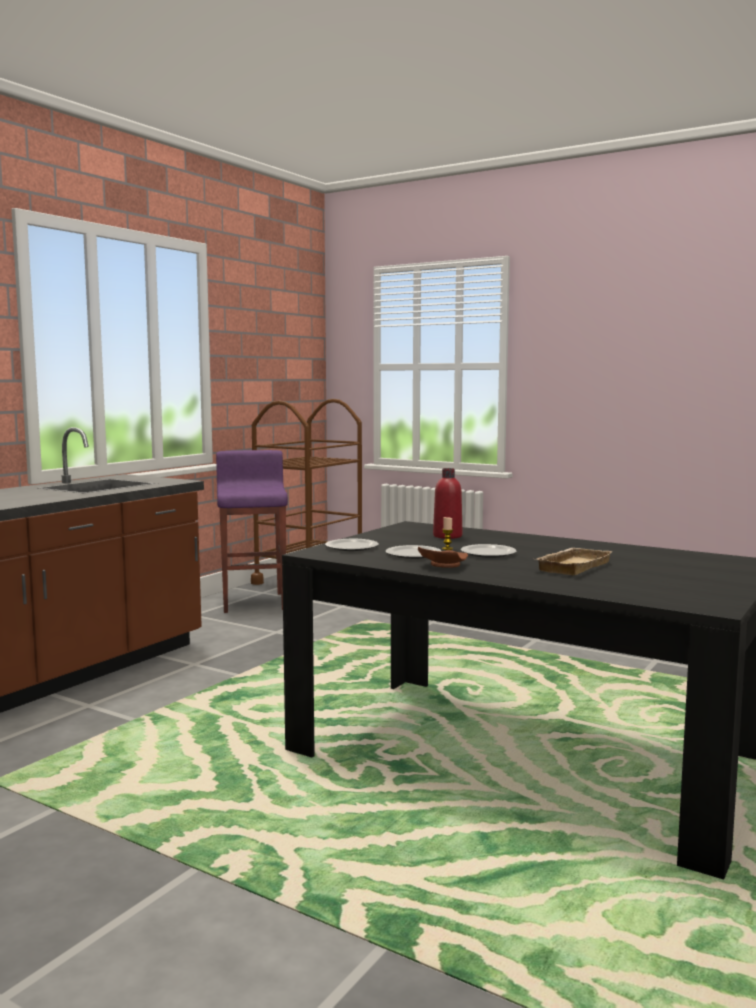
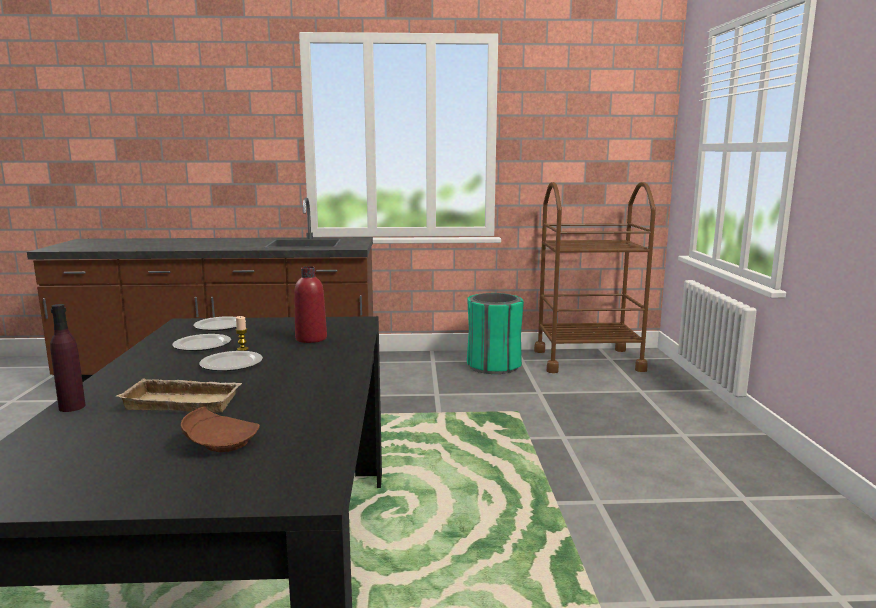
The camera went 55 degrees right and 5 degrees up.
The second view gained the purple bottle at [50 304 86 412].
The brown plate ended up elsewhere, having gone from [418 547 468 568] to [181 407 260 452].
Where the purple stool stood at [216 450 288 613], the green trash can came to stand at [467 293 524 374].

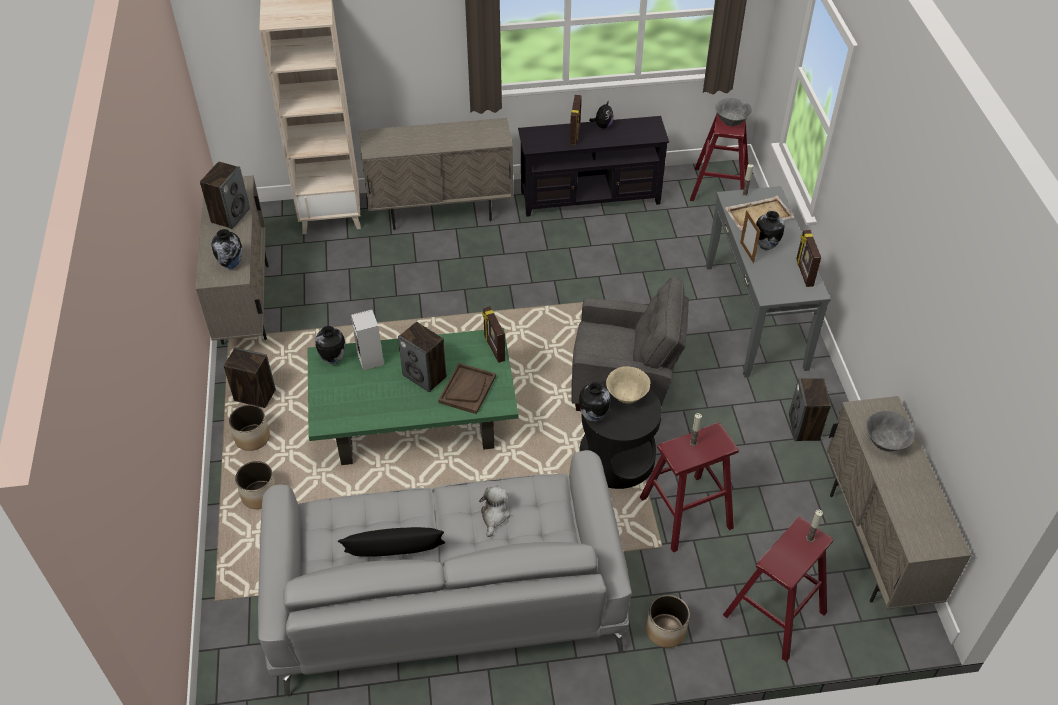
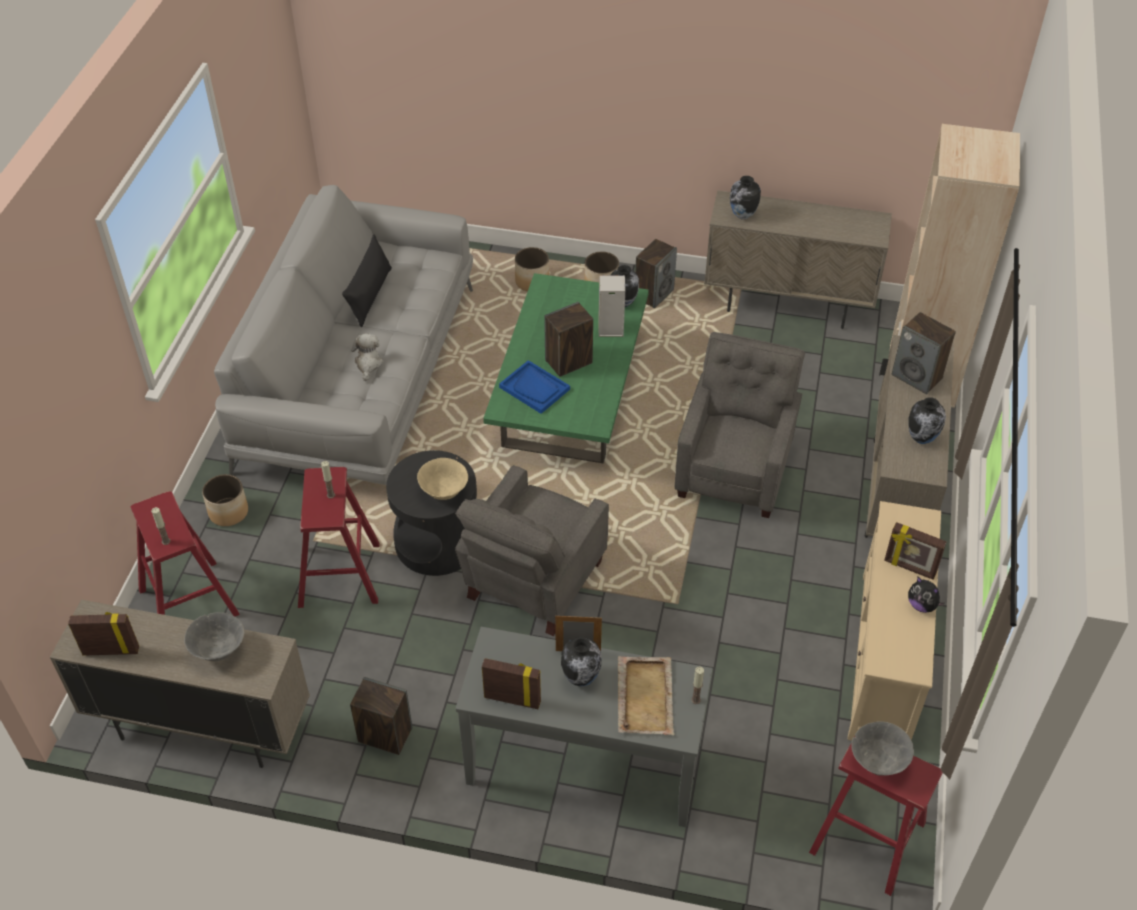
The camera went 110 degrees right and 0 degrees up.
The second view gained the grey armchair at [675 332 805 518].
The speaker ended up elsewhere, having gone from [200 161 250 229] to [892 312 956 394].
The picture frame ended up elsewhere, having gone from [482 306 505 363] to [68 612 139 656].
The vase ended up elsewhere, having gone from [579 382 610 422] to [908 397 946 444].
What was the brown tray at [438 363 496 414] turned into the blue tray at [499 360 570 414].
What was the black tv stand at [518 116 669 217] turned into the beige tv stand at [847 501 941 741].
The plush toy at [479 486 510 537] ended up facing another way, 120 degrees counterclockwise from before.

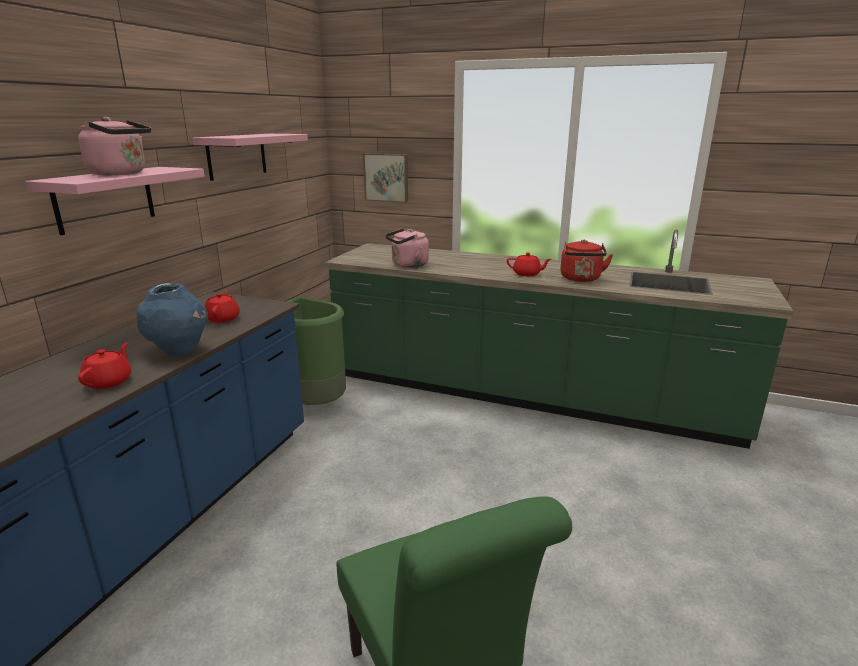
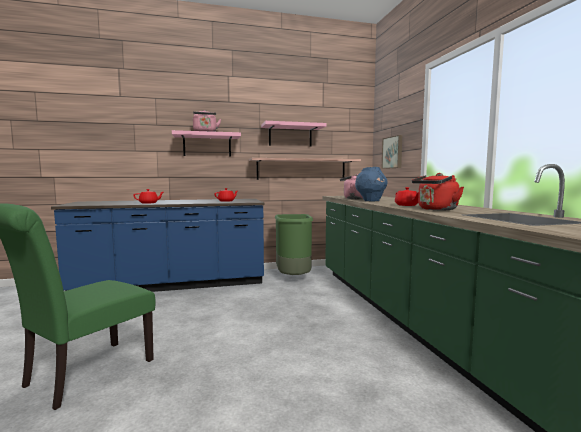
The camera went 55 degrees right and 15 degrees down.
The second view gained the shelf at [249 158 361 180].
The blue vase ended up elsewhere, having gone from [136 283 208 356] to [355 167 387 202].

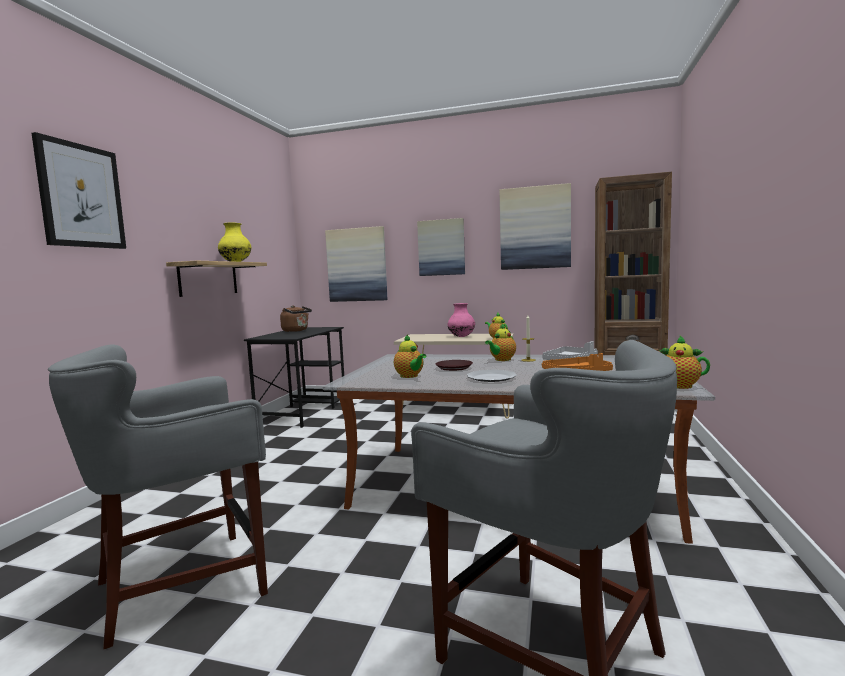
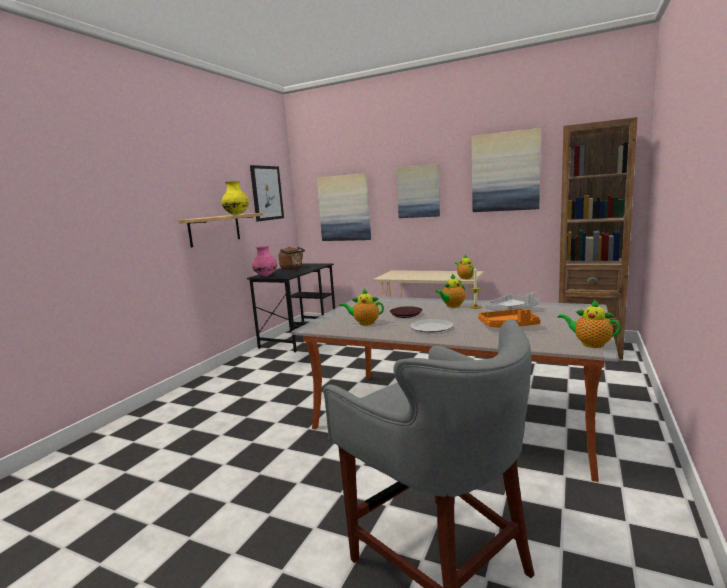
The camera went 10 degrees right and 5 degrees up.
The second view lost the grey stool at [48 344 268 649].
The picture ended up elsewhere, having gone from [32 132 126 249] to [250 165 284 222].
The pink vase ended up elsewhere, having gone from [448 303 475 337] to [252 246 277 276].
The teapot at [394 334 426 378] ended up facing another way, 120 degrees clockwise from before.

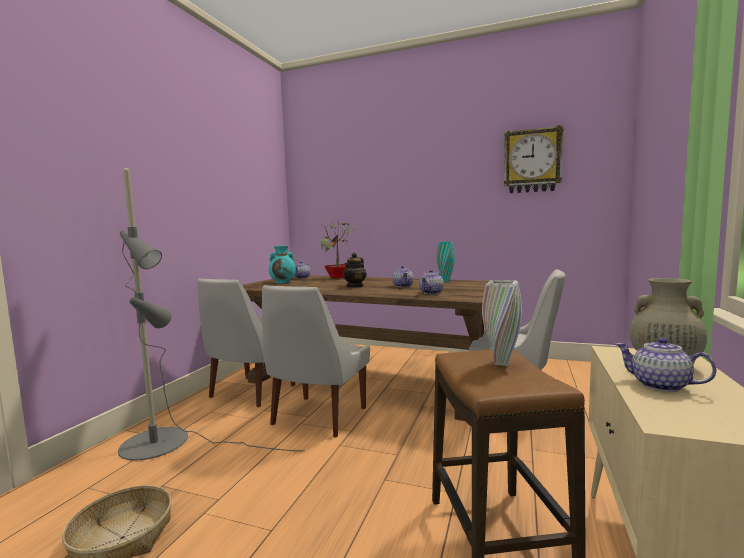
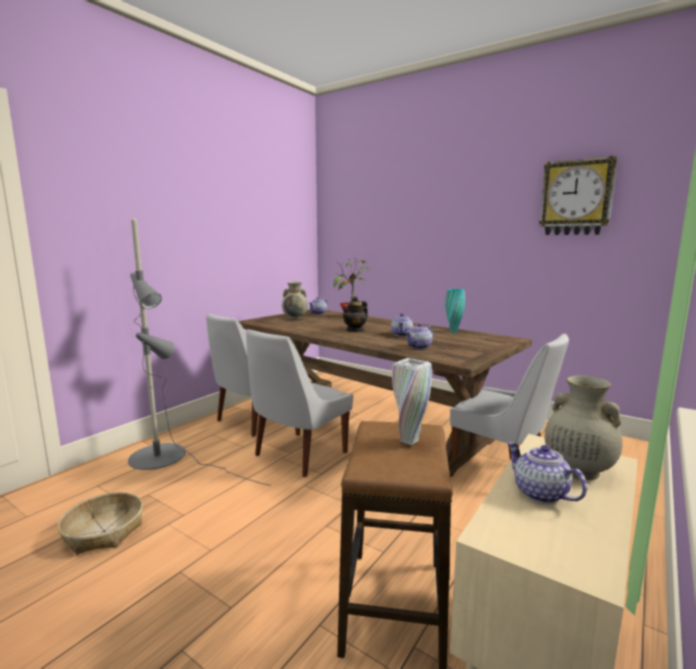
The camera went 15 degrees right and 5 degrees up.
What was the turquoise vase at [269 246 296 283] turned into the beige vase at [282 282 308 320].

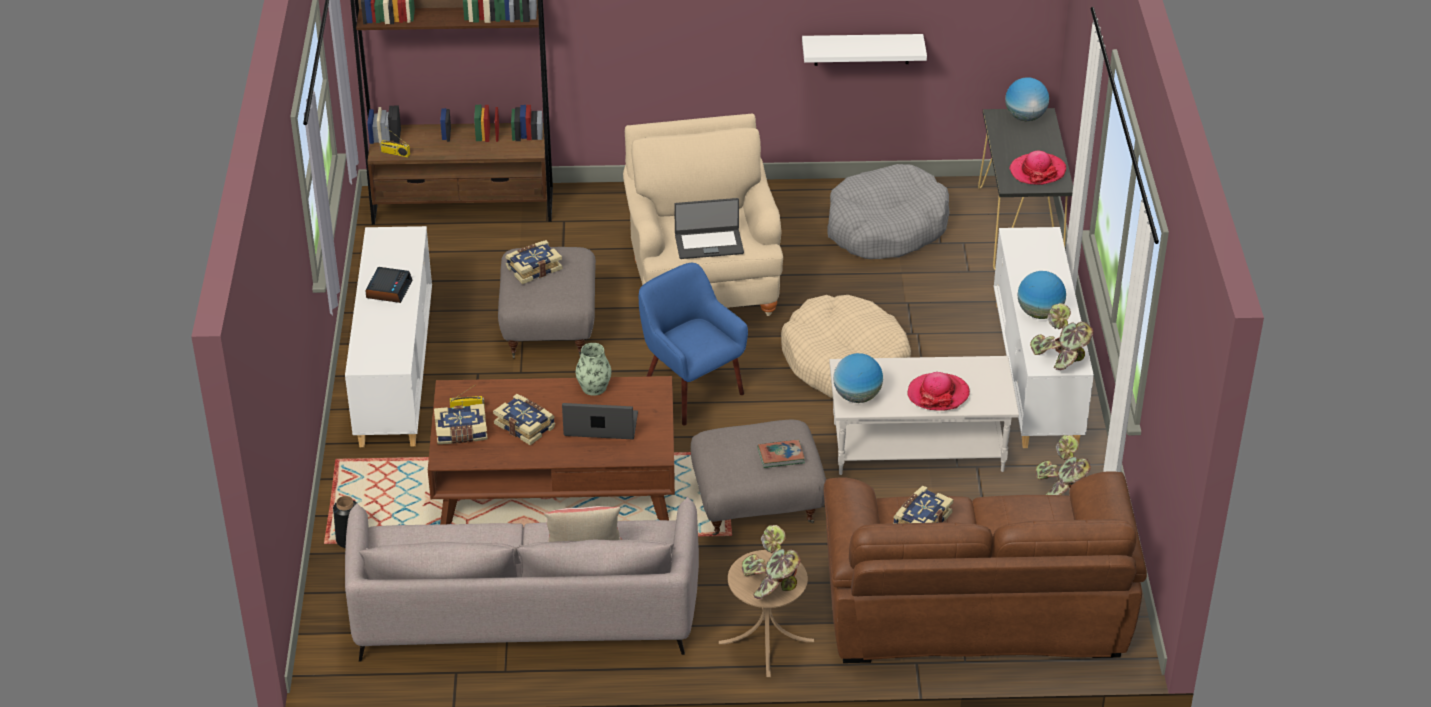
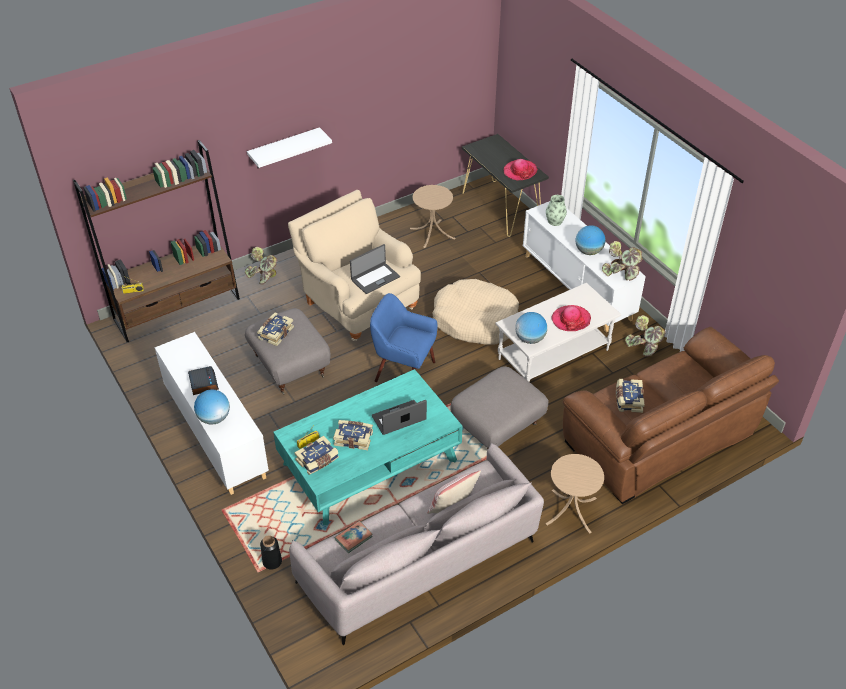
The camera went 30 degrees left and 5 degrees up.
The vase ended up elsewhere, having gone from [576 343 612 396] to [546 195 567 226].
The potted plant ended up elsewhere, having gone from [742 525 800 599] to [245 247 277 285].
The book ended up elsewhere, having gone from [758 439 805 468] to [335 521 373 553].
The white shelf ended up elsewhere, having gone from [802 34 927 66] to [247 127 332 168].
The globe ended up elsewhere, having gone from [1005 77 1049 121] to [194 390 230 424].
Where the grey dog bed stood at [827 164 950 259], the beige side table came to stand at [410 185 455 248].
What was the brown coffee table at [428 376 675 524] turned into the turquoise coffee table at [273 369 462 525].

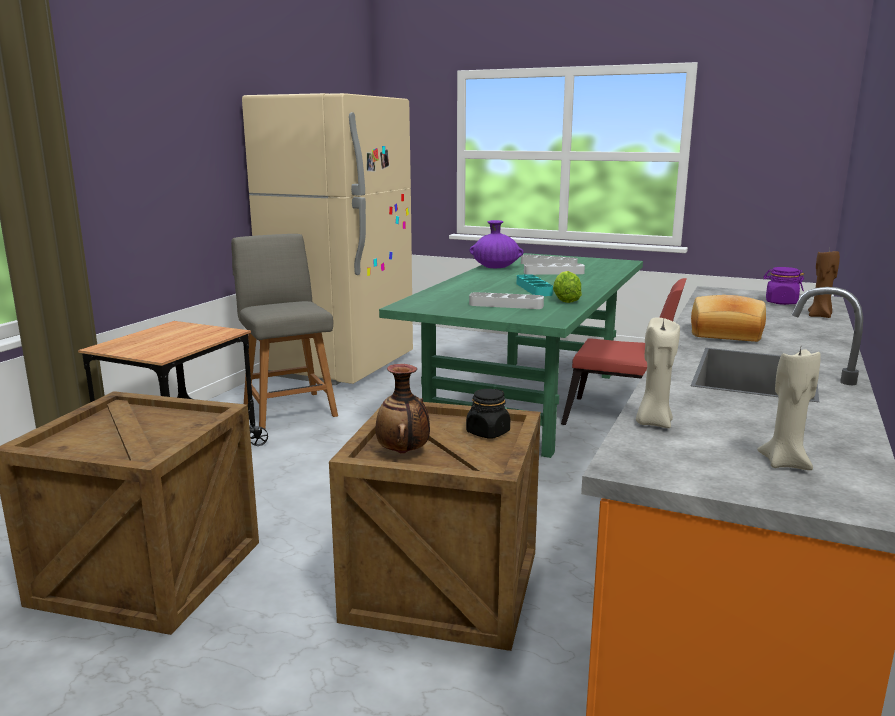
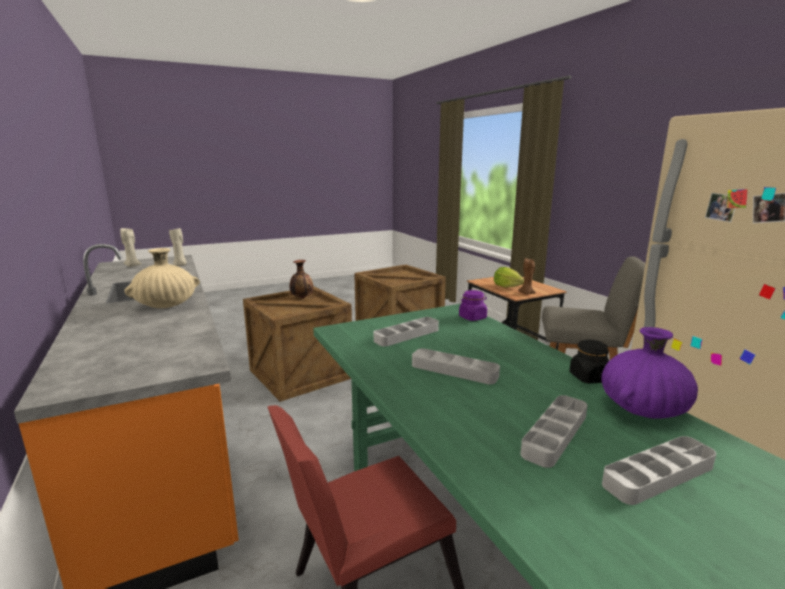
The camera went 130 degrees right and 0 degrees up.
The black jar ended up elsewhere, having gone from [466 389 510 439] to [569 340 609 383].
The lettuce ended up elsewhere, having gone from [553 271 582 303] to [494 267 524 287].
The purple jar ended up elsewhere, having gone from [763 267 804 305] to [459 290 487 321].
The brown candle ended up elsewhere, having gone from [808 248 840 318] to [518 258 536 295].
Where the bread stood at [691 295 766 342], the beige vase came to stand at [124 248 200 308].
What was the turquoise tray at [517 274 553 296] turned into the grey tray at [412 348 500 384].

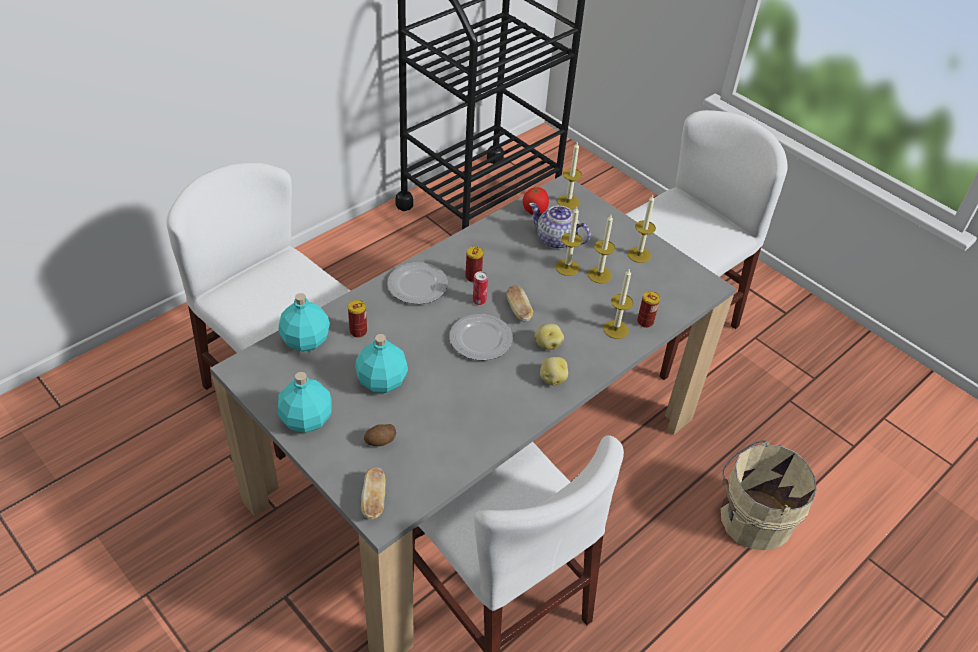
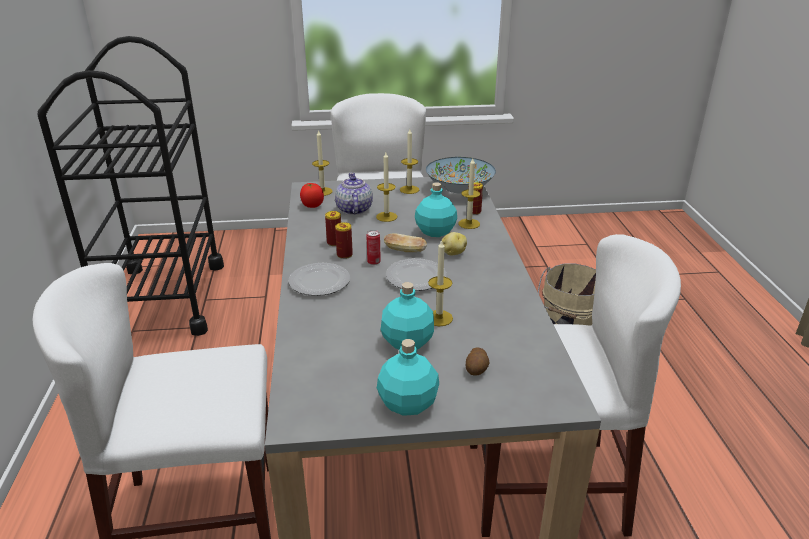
The camera went 50 degrees left and 15 degrees down.
The second view lost the bread at [361 468 385 519].
The second view lost the potato at [540 357 568 386].
The second view gained the bowl at [426 157 496 194].
The turquoise bottle ended up elsewhere, having gone from [279 293 330 352] to [415 182 457 237].
The can ended up elsewhere, having gone from [348 300 367 338] to [325 211 341 246].
The candle ended up elsewhere, having gone from [588 215 615 283] to [428 241 453 326].
The teapot at [529 203 591 249] ended up facing another way, 105 degrees clockwise from before.

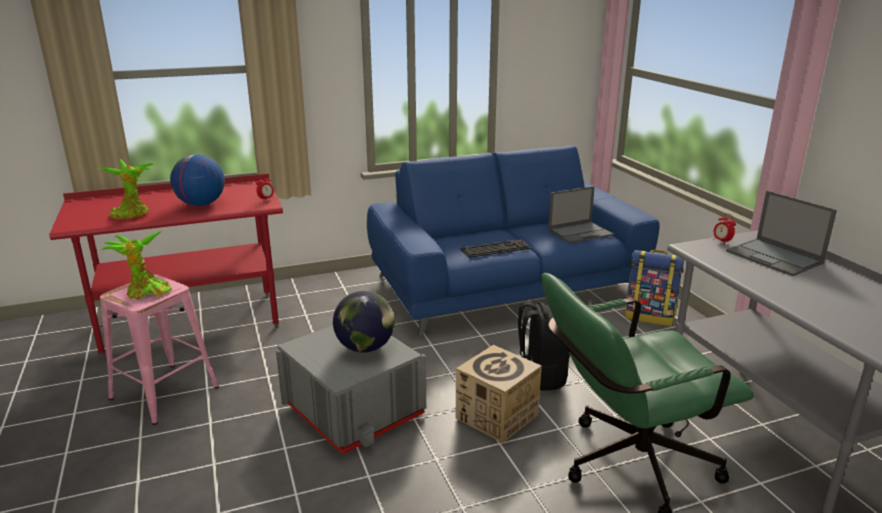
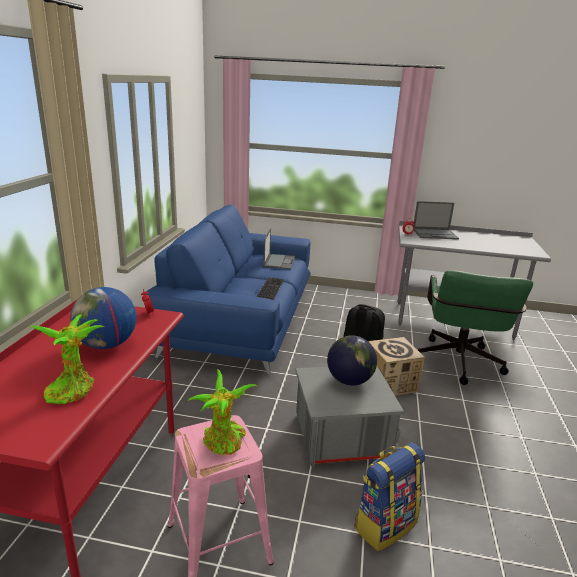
The camera went 60 degrees left and 0 degrees up.
The backpack ended up elsewhere, having gone from [625 250 684 326] to [355 443 425 551].

